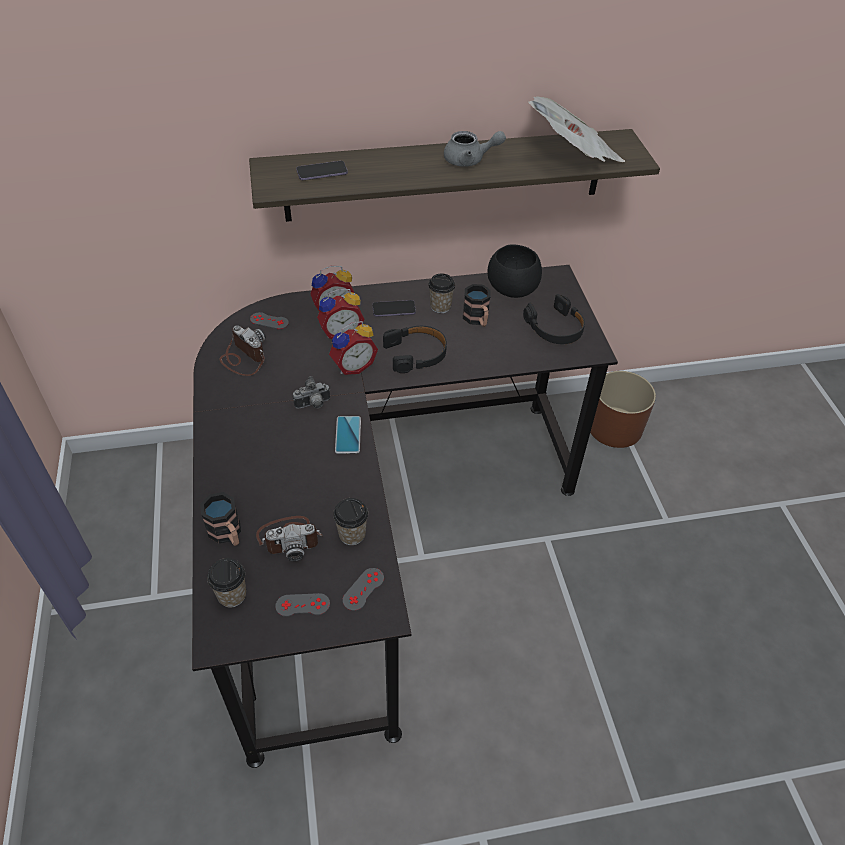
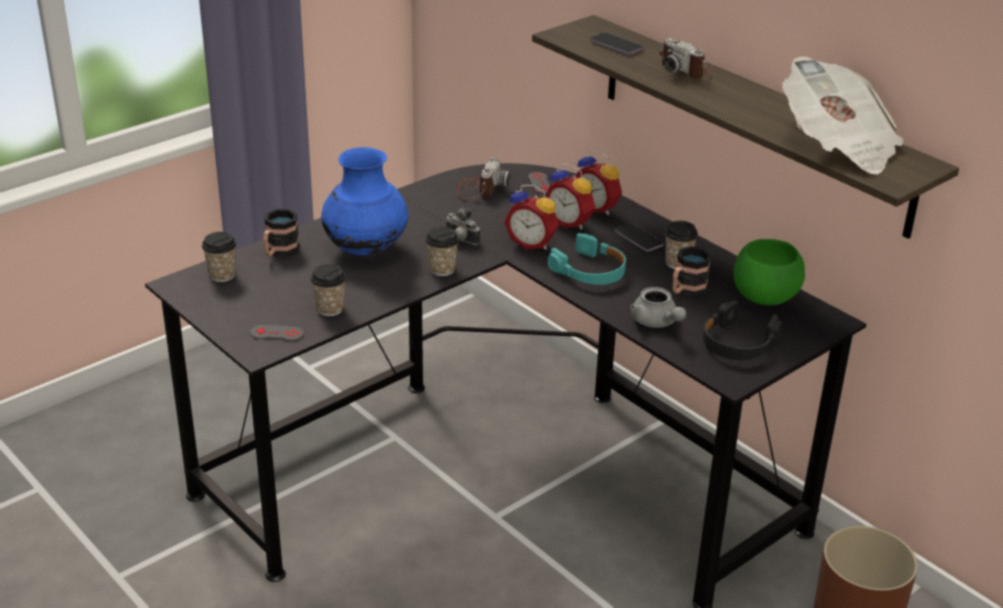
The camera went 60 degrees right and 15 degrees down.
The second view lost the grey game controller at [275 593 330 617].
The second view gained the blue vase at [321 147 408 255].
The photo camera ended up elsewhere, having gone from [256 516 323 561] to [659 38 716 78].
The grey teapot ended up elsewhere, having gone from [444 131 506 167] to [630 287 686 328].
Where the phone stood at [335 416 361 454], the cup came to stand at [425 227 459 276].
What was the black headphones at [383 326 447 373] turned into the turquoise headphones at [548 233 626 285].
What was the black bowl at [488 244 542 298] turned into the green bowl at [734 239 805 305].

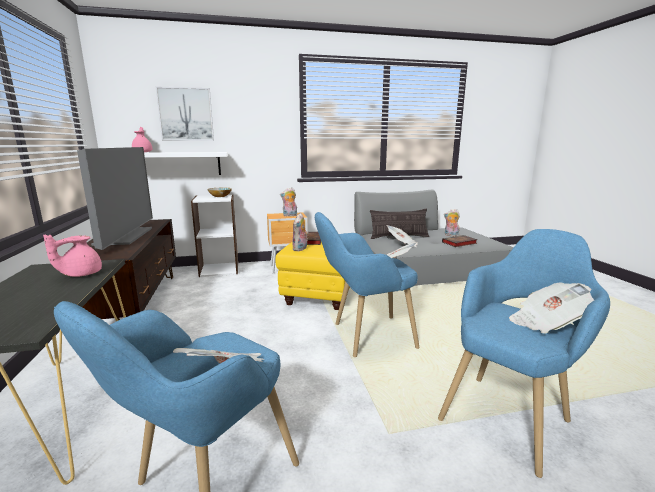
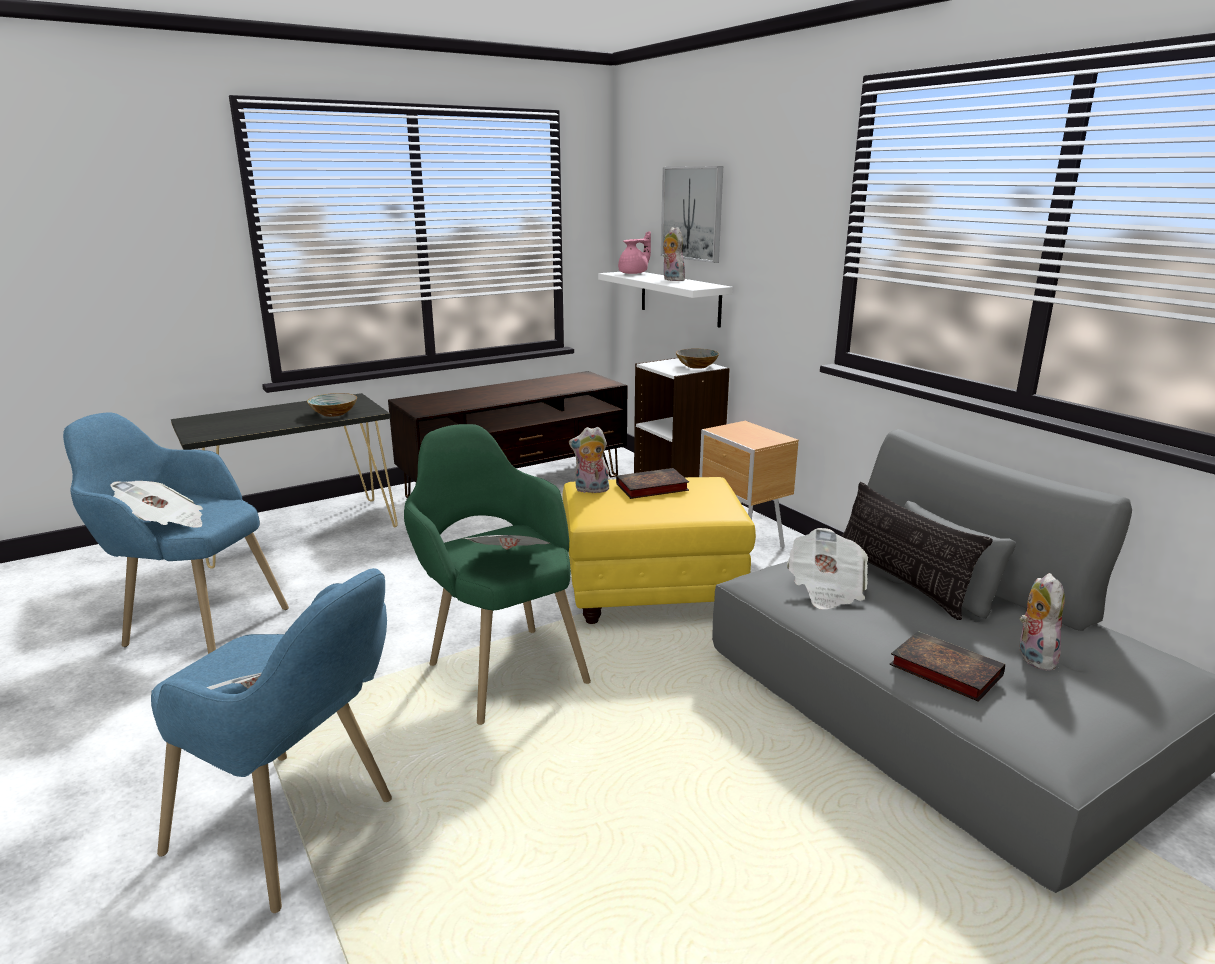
The camera went 70 degrees right and 5 degrees up.
The second view lost the television at [77 147 153 250].
The plush toy ended up elsewhere, having gone from [280 187 297 216] to [663 227 685 281].
Where the pink teapot stood at [43 235 102 277], the bowl came to stand at [307 393 357 417].
What was the blue armchair at [315 212 420 357] turned into the green armchair at [404 424 591 725].

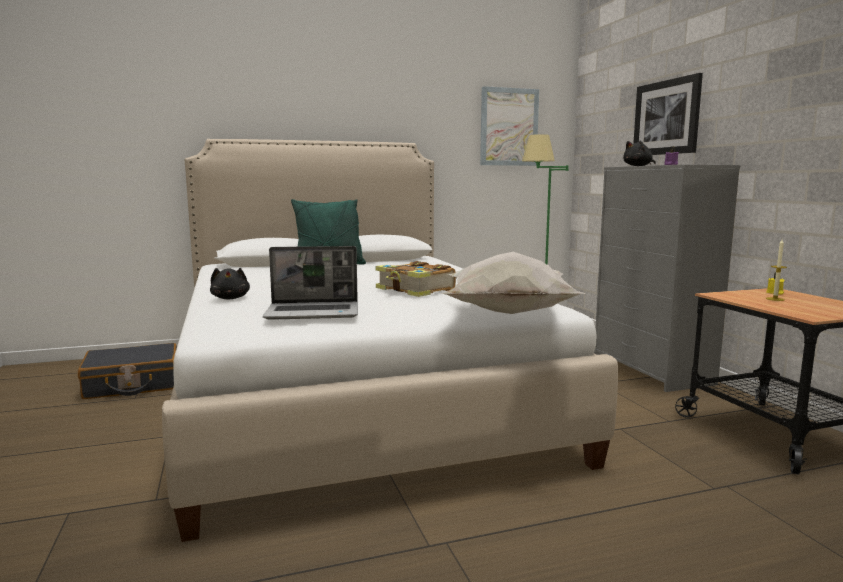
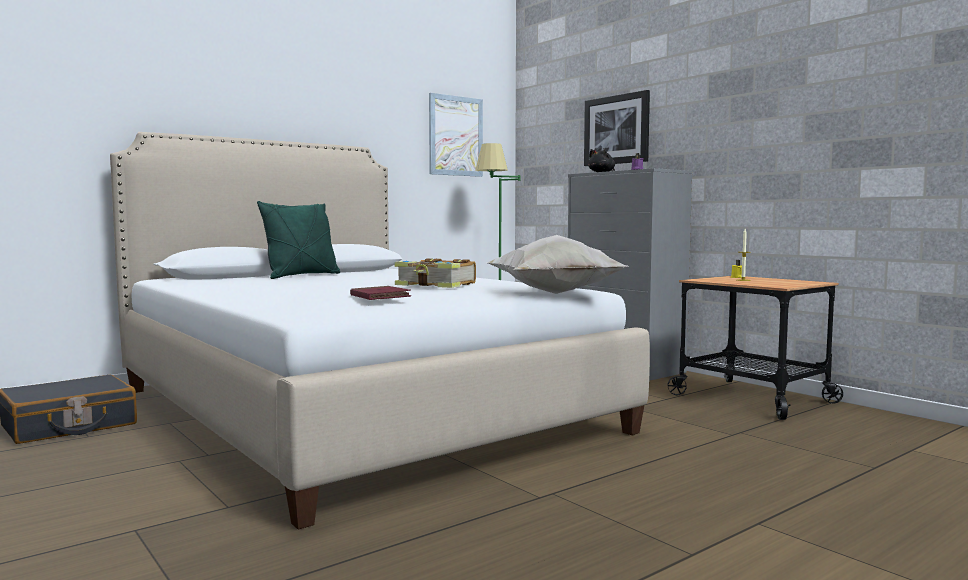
The camera went 20 degrees left and 5 degrees down.
The second view lost the black plush toy at [210 268 250 299].
Where the laptop stood at [263 246 358 320], the red book came to stand at [350 286 411 300].

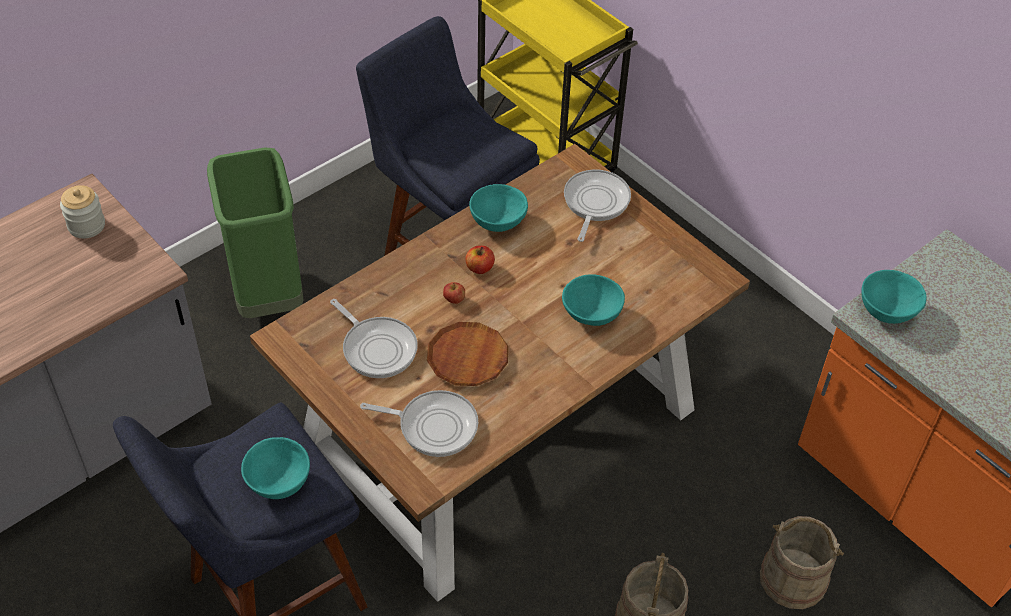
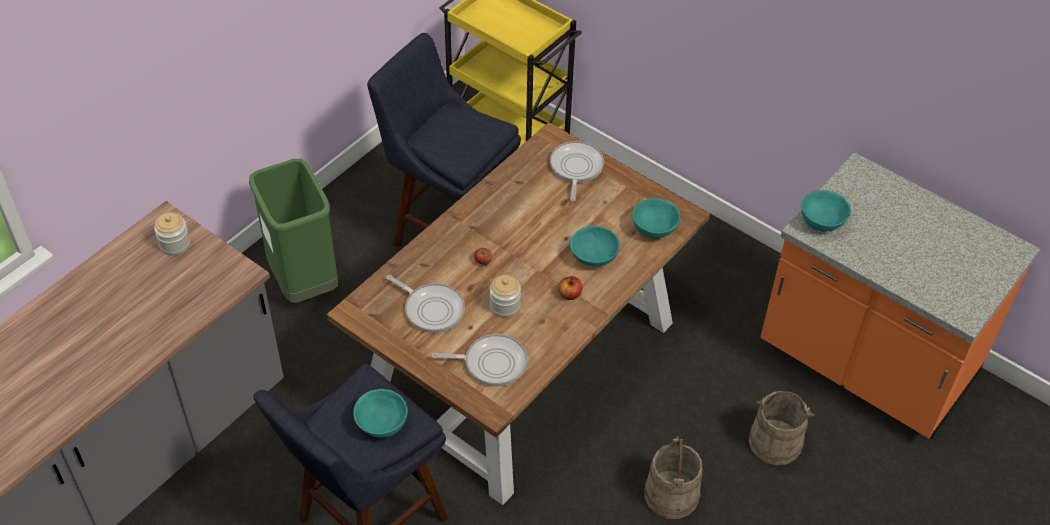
The camera went 10 degrees left and 0 degrees up.
The apple ended up elsewhere, having gone from [466 246 495 274] to [558 276 583 300].
The turquoise bowl ended up elsewhere, having gone from [469 184 528 232] to [632 198 680 238].
Where the brown plate stood at [427 322 508 386], the jar came to stand at [490 275 521 318].

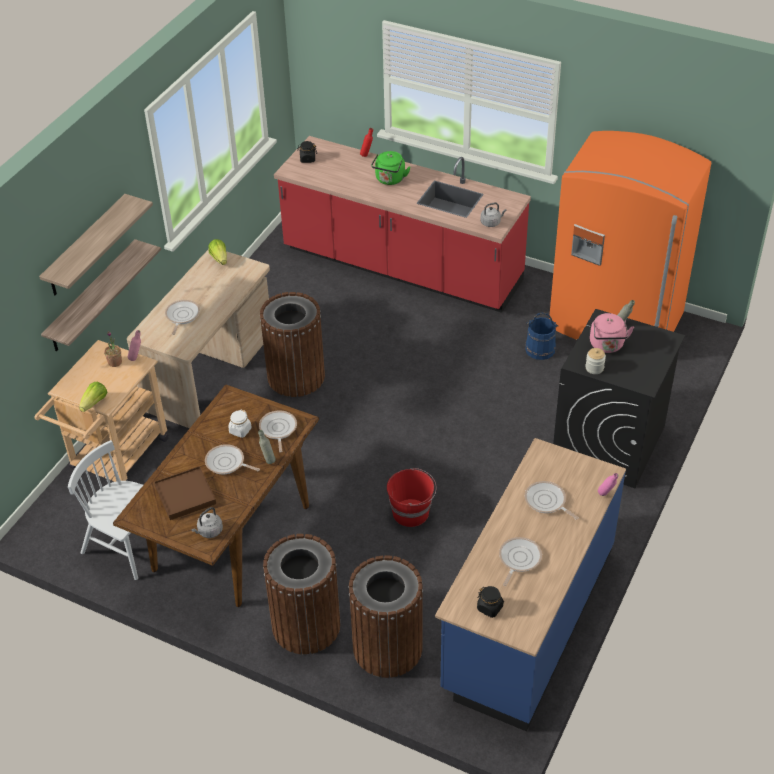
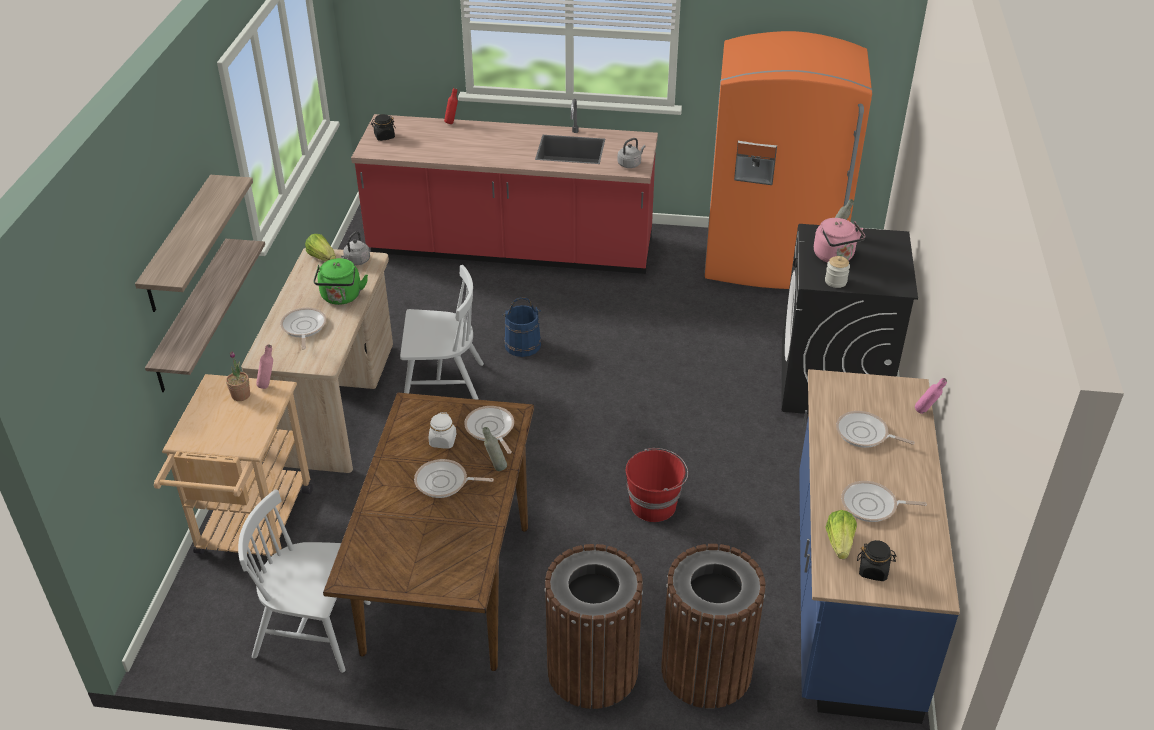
The camera went 20 degrees left and 5 degrees down.
The second view lost the brown tray at [154 466 216 520].
The lettuce ended up elsewhere, having gone from [79 382 107 412] to [825 510 857 559].
The grey kettle ended up elsewhere, having gone from [191 507 223 538] to [341 231 370 265].
The green kettle ended up elsewhere, having gone from [371 151 410 185] to [313 258 368 305].
The blue bucket ended up elsewhere, having gone from [525 312 559 360] to [502 297 541 357].
Where the brown trash can stood at [260 292 325 397], the white chair came to stand at [400 265 484 400].
The frying pan at [499 537 542 586] ended up facing another way, 90 degrees counterclockwise from before.

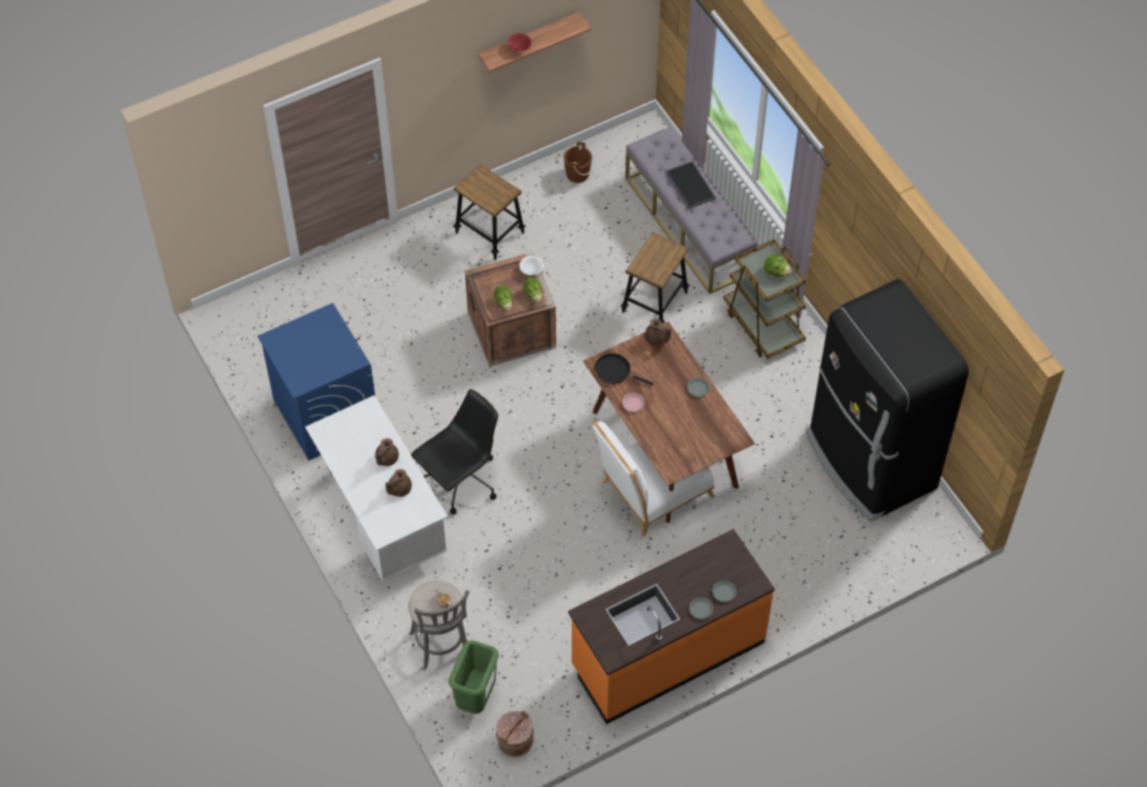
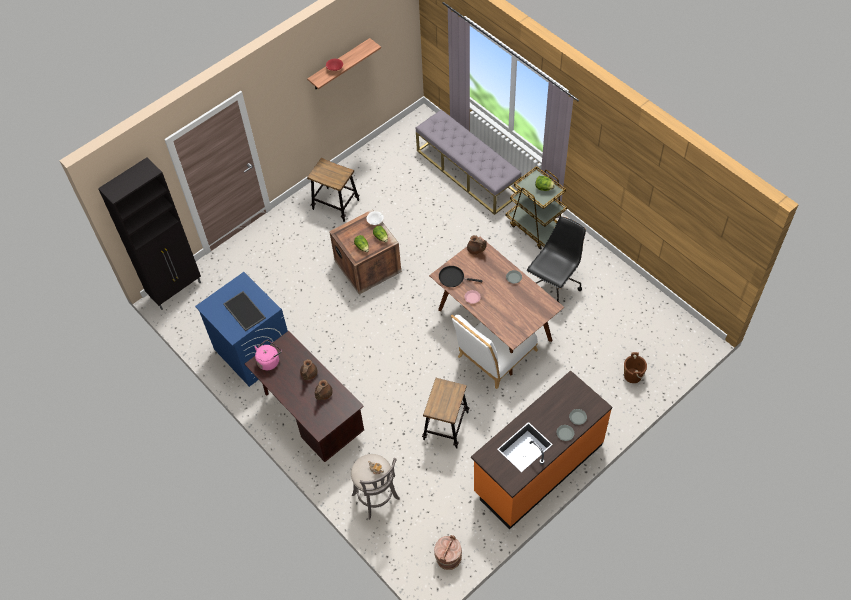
The camera went 10 degrees left and 0 degrees up.
The second view lost the green trash can at [448 640 499 714].
The second view lost the black fridge at [806 279 969 522].
The second view gained the black cabinet at [98 157 201 310].
The second view gained the pink kettle at [254 340 282 370].
The black office chair ended up elsewhere, having gone from [411 389 498 515] to [527 217 586 301].
The brown bucket ended up elsewhere, having gone from [563 141 592 183] to [624 352 647 383].
The stool ended up elsewhere, having gone from [621 232 689 324] to [422 378 469 449].
The tray ended up elsewhere, having gone from [665 161 716 209] to [223 291 266 331].
What was the white desk at [305 395 448 581] turned into the brown desk at [245 331 364 462].

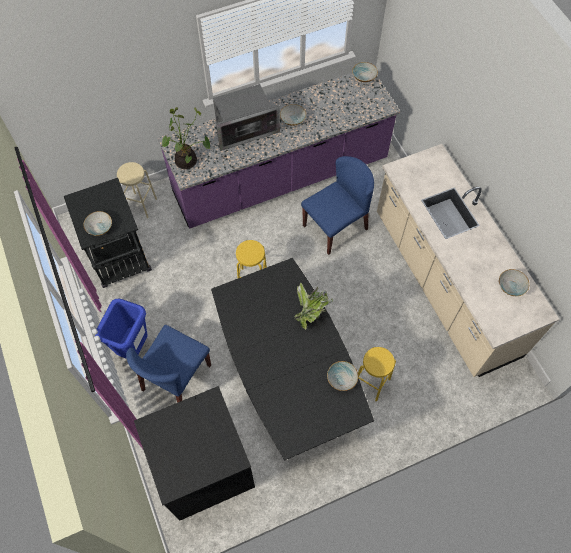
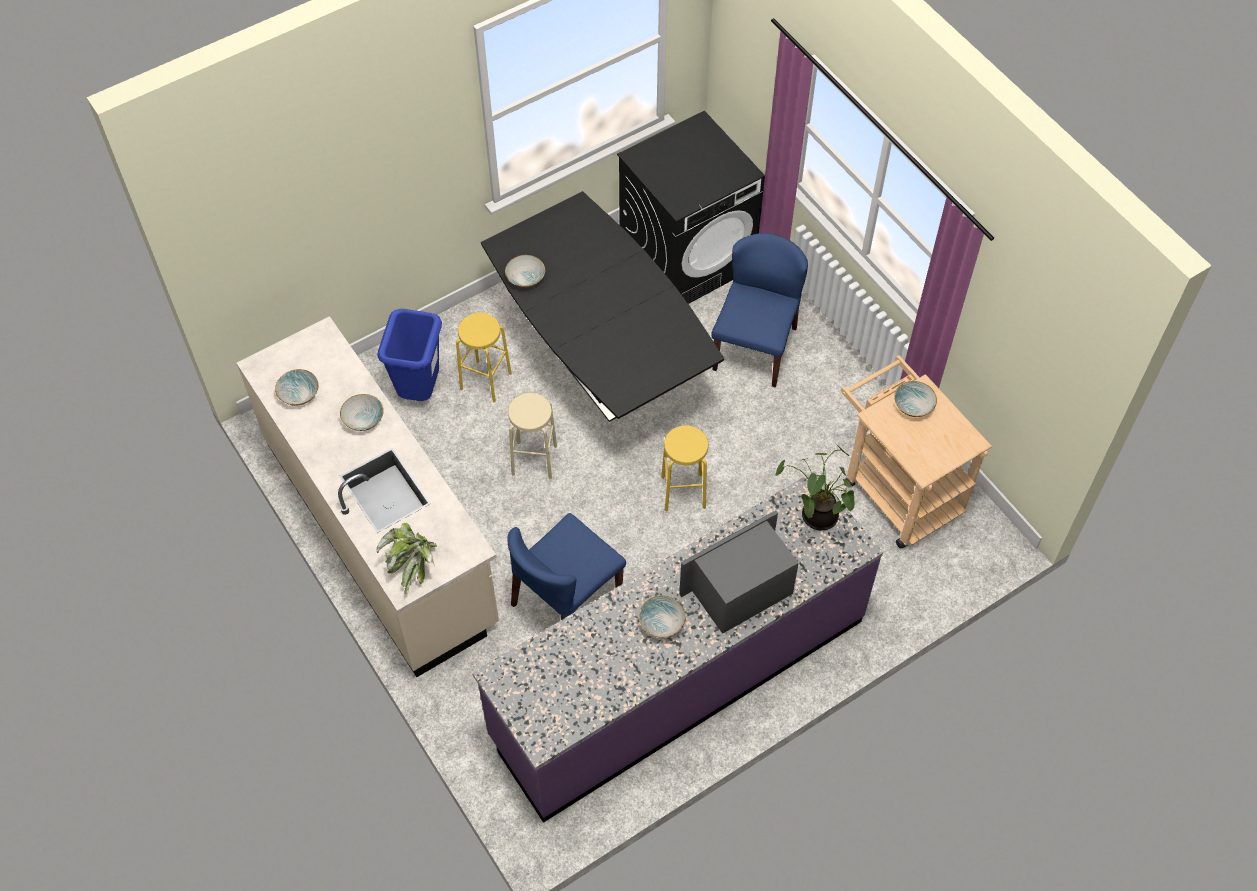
The camera went 170 degrees right and 5 degrees down.
The blue trash can ended up elsewhere, having gone from [95 299 148 359] to [378 309 442 401].
The beige stool ended up elsewhere, having gone from [117 162 157 218] to [508 393 557 480].
The potted plant ended up elsewhere, having gone from [295 283 333 330] to [377 523 437 594].
The bowl ended up elsewhere, having gone from [352 62 378 82] to [340 394 384 431].
What was the black cart at [64 178 152 288] turned into the beige cart at [841 355 992 548].

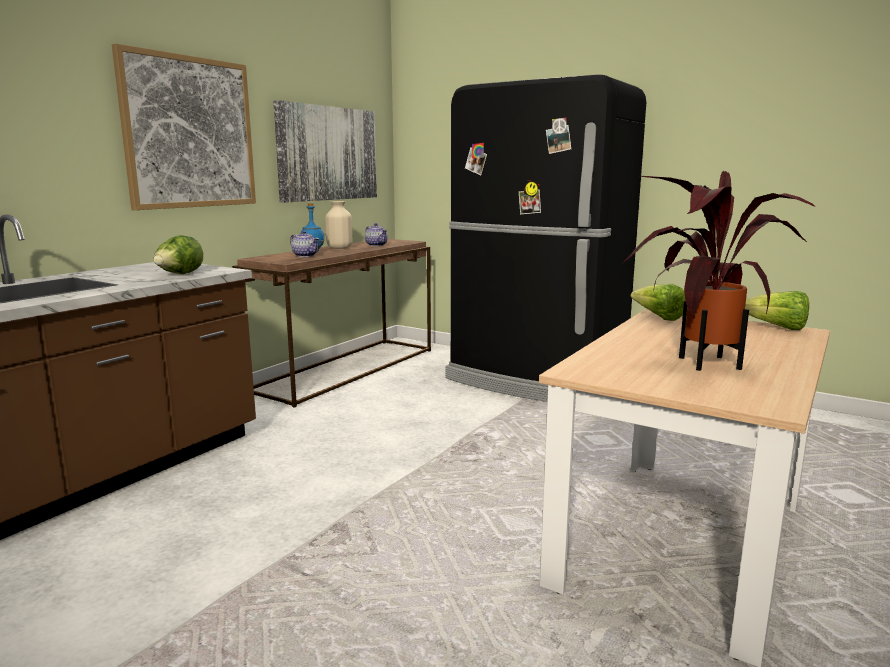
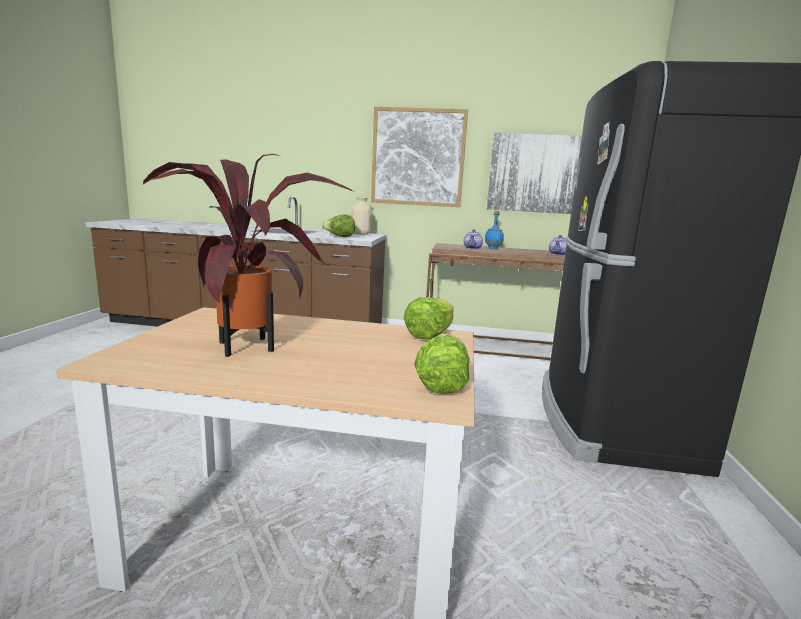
The camera went 65 degrees right and 0 degrees up.
The beige vase ended up elsewhere, having gone from [325 201 352 249] to [351 197 372 235].

